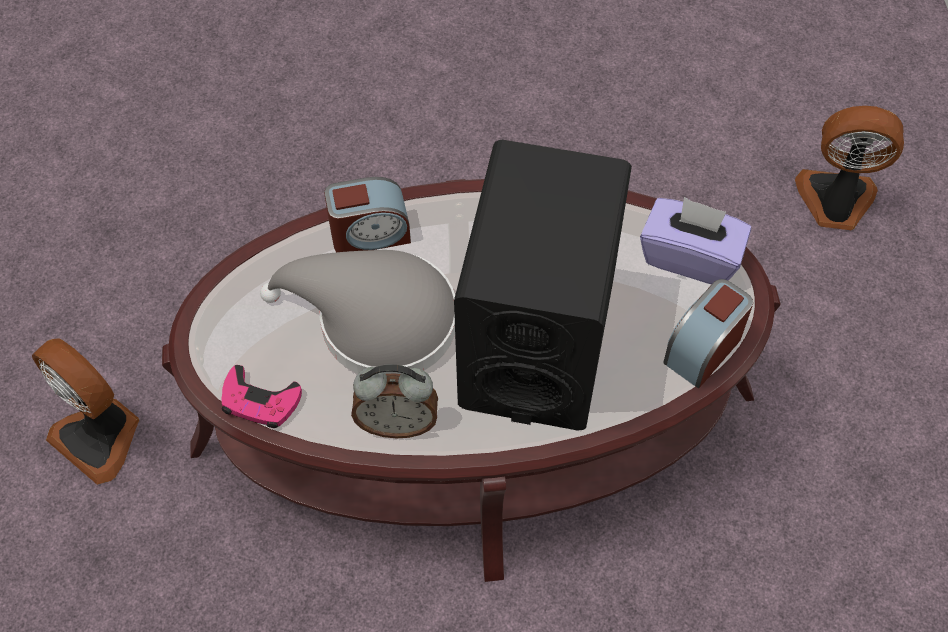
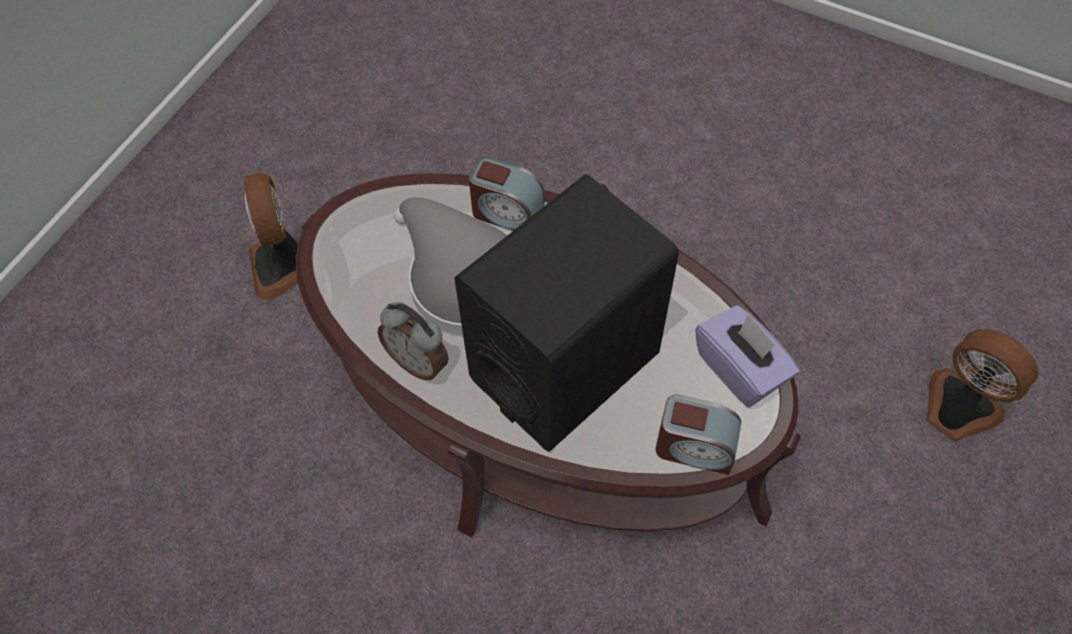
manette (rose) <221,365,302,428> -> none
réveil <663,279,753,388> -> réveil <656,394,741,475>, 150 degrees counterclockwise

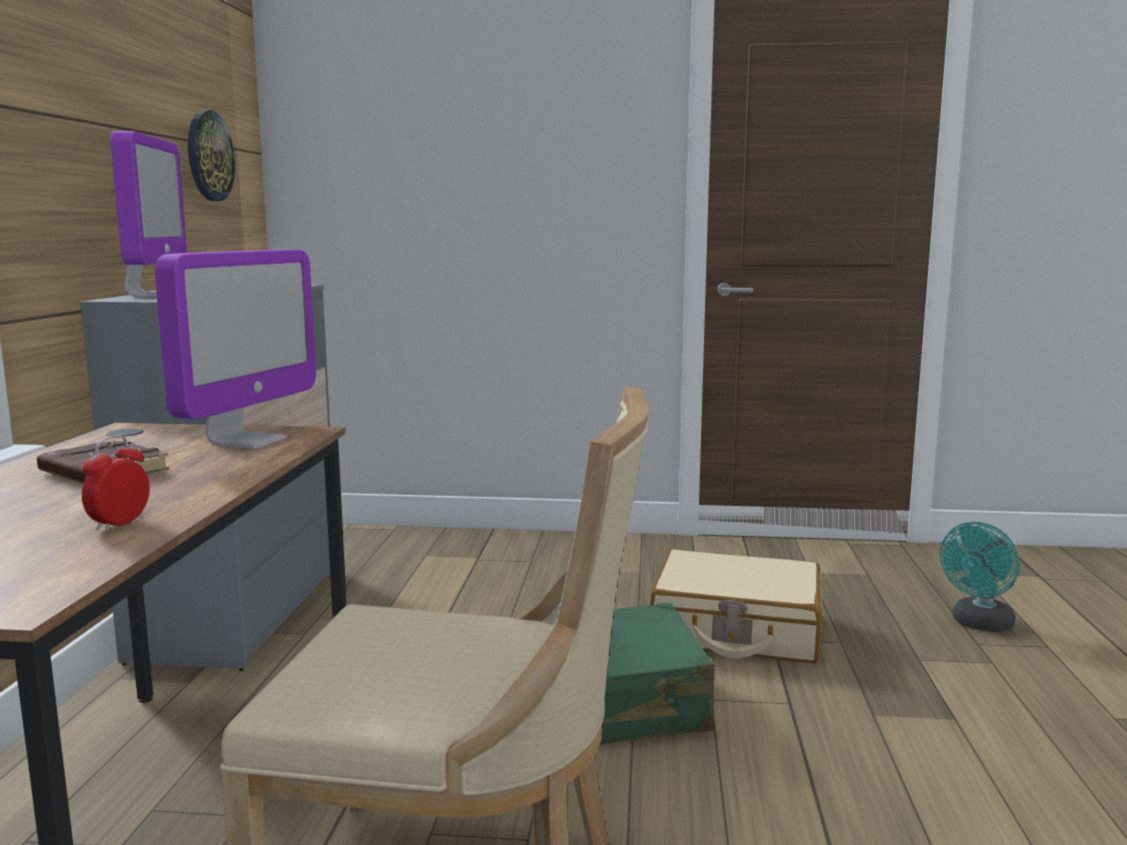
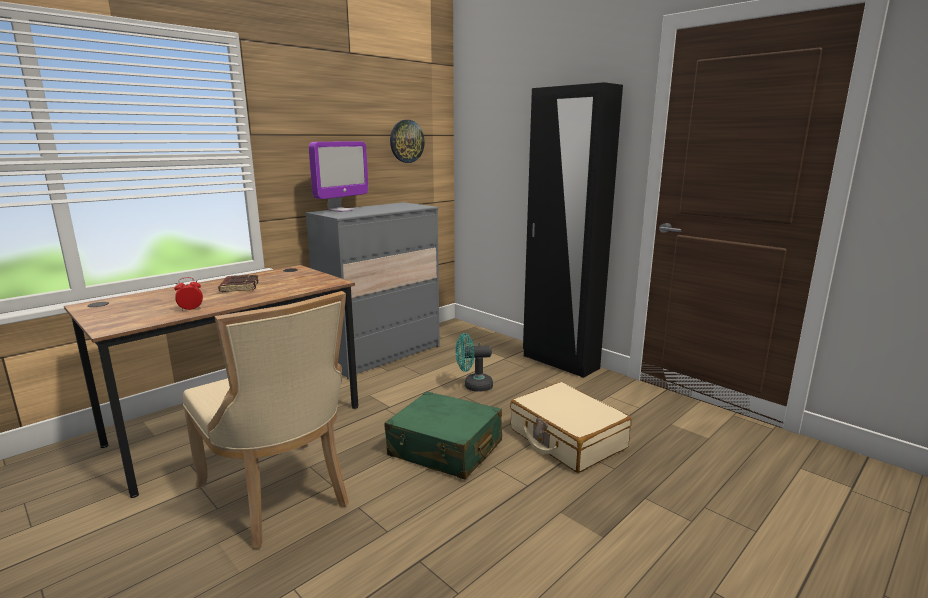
écran d'ordinateur <155,250,316,449> -> none
ventilateur (turquoise) <940,522,1020,632> -> ventilateur (turquoise) <456,333,493,391>, relocated
none -> armoire (noir) <523,82,623,378>

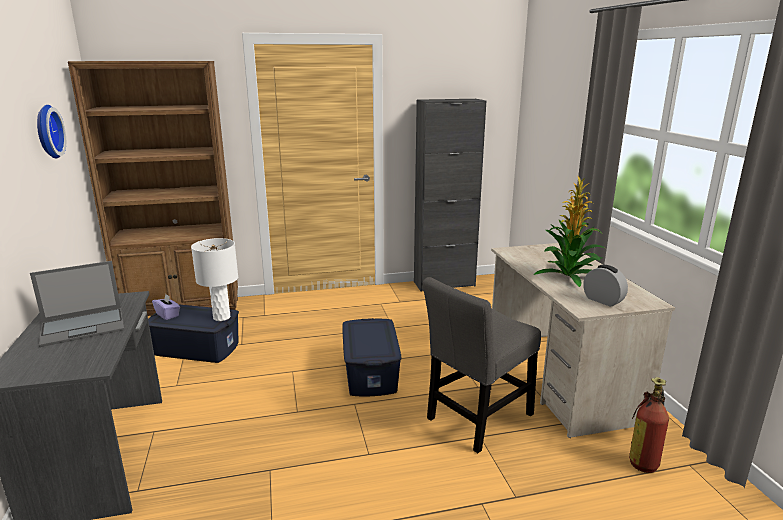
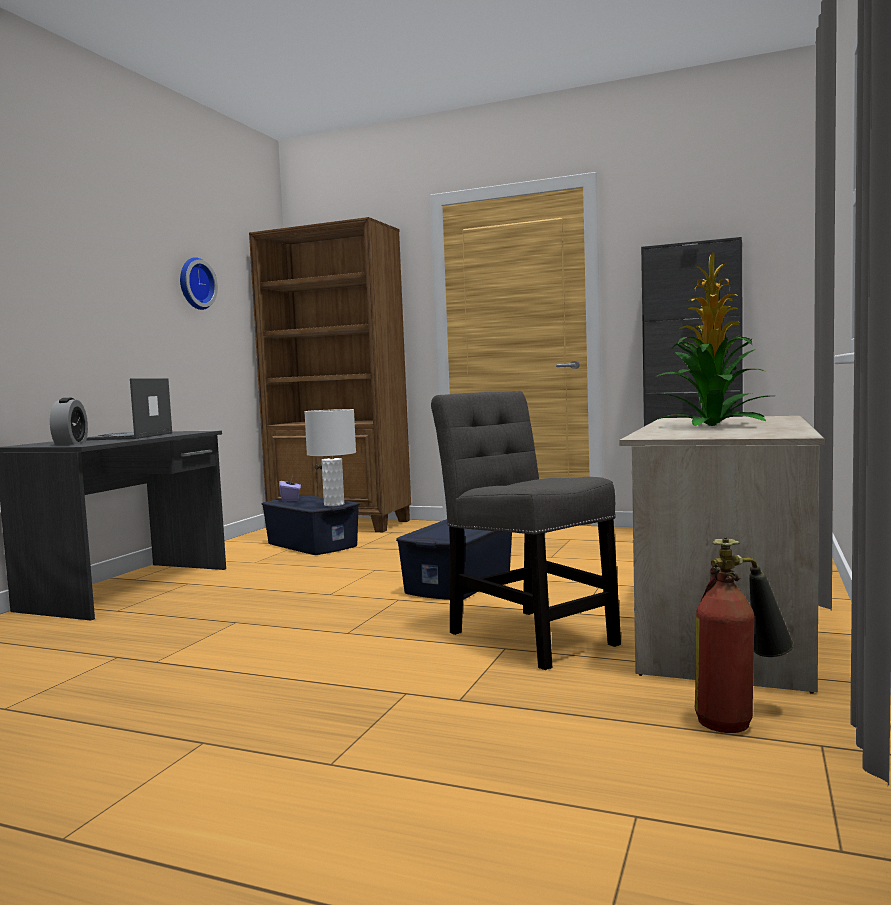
ordinateur portable <30,261,124,347> -> ordinateur portable <86,378,172,441>, 90 degrees clockwise
chaise (gris) <422,277,541,453> -> chaise (gris) <431,391,621,670>, 60 degrees clockwise
réveil <583,265,628,307> -> réveil <50,398,88,445>, relocated

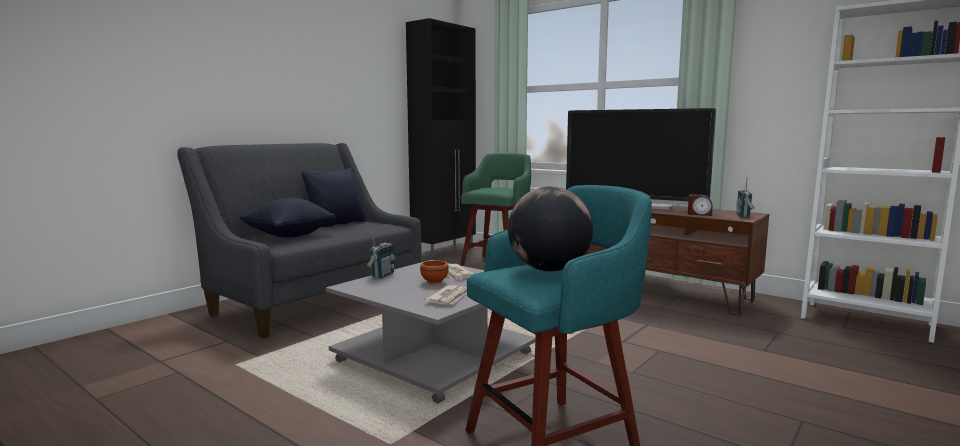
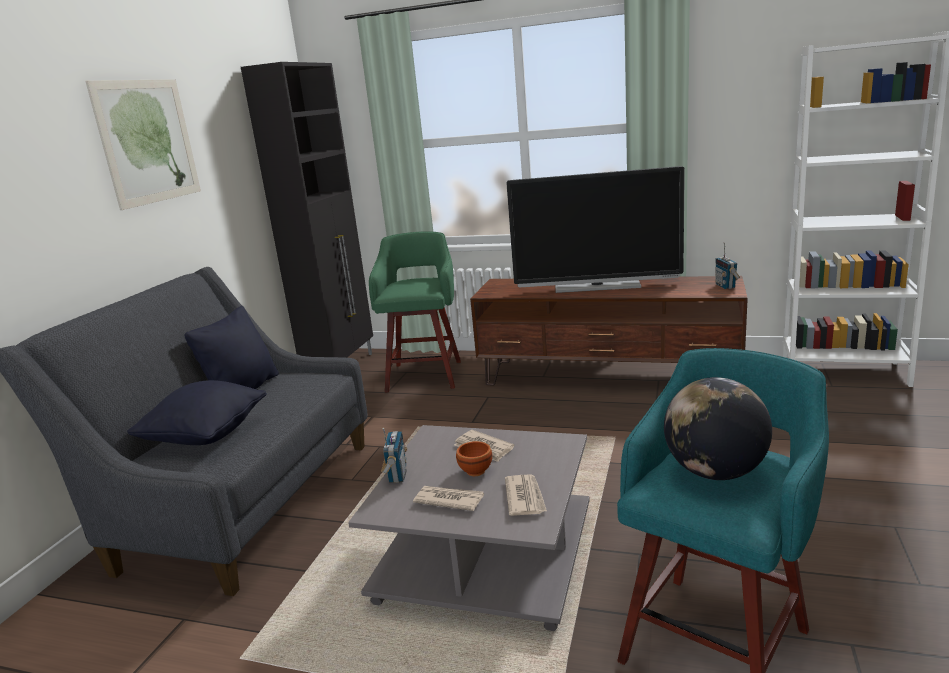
réveil <688,194,713,216> -> none
none -> tableau <85,79,201,210>
none -> journal <413,486,484,511>

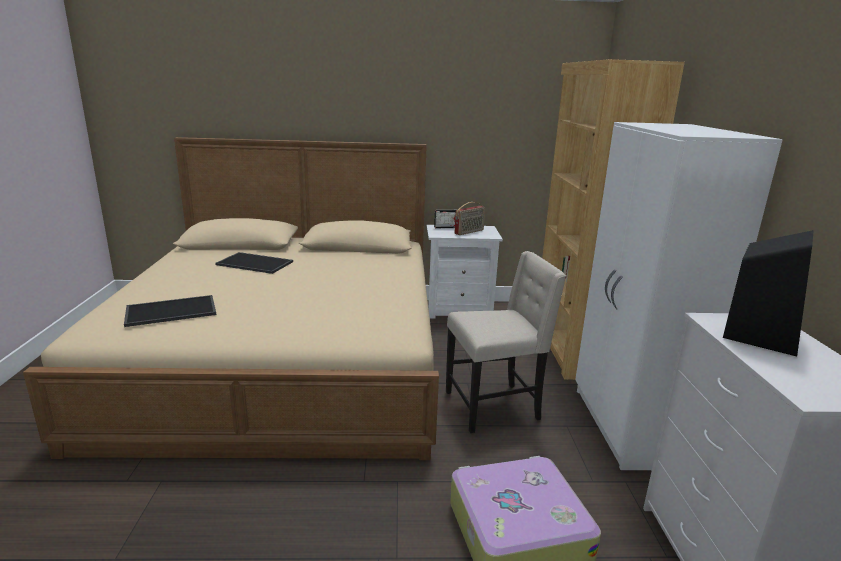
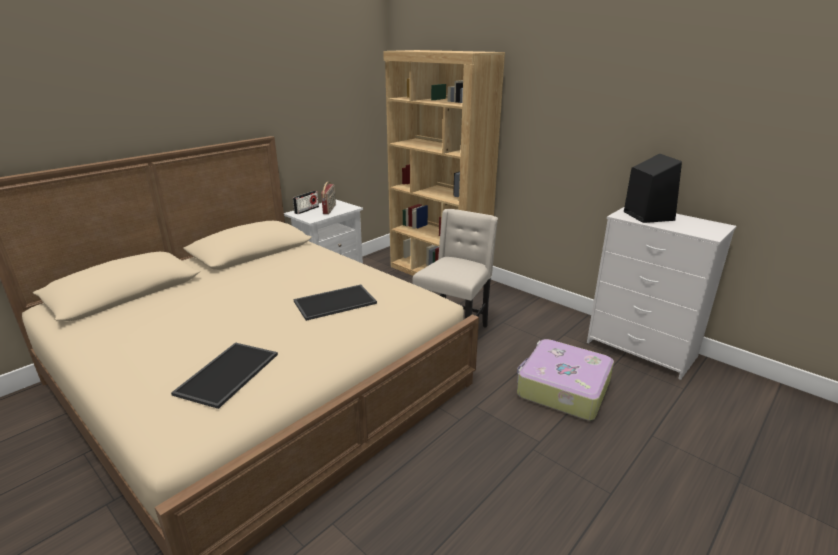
plateau <215,252,293,274> -> plateau <293,285,377,321>, relocated
armoire (blanc) <575,122,783,470> -> none

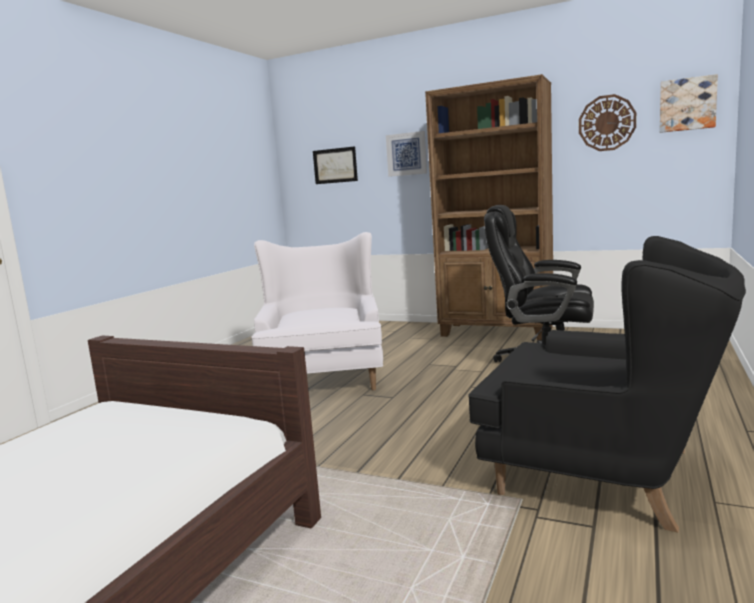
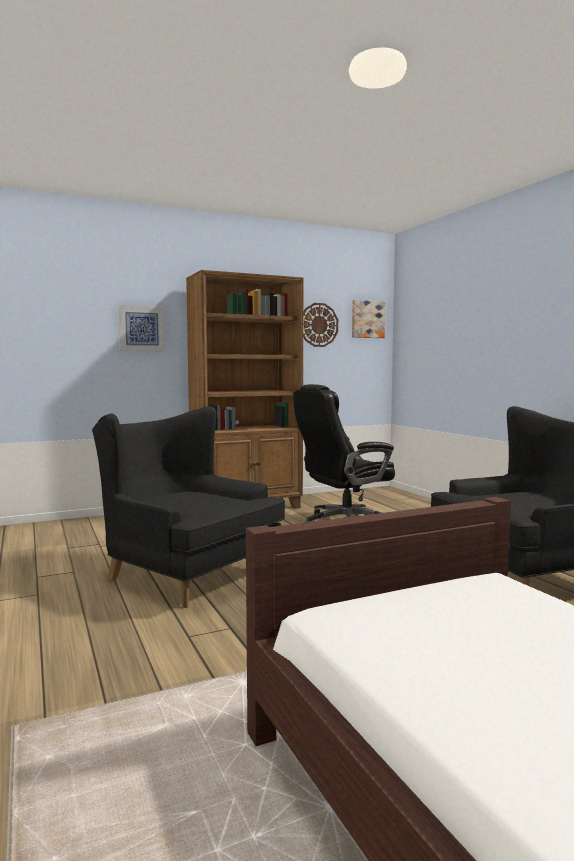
fauteuil (blanc) <251,232,383,390> -> fauteuil (noir) <92,406,285,608>
tableau <313,146,358,184> -> none

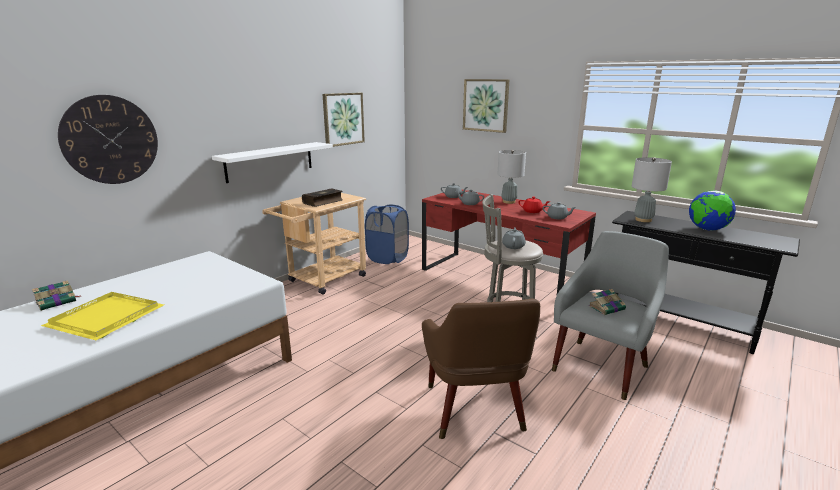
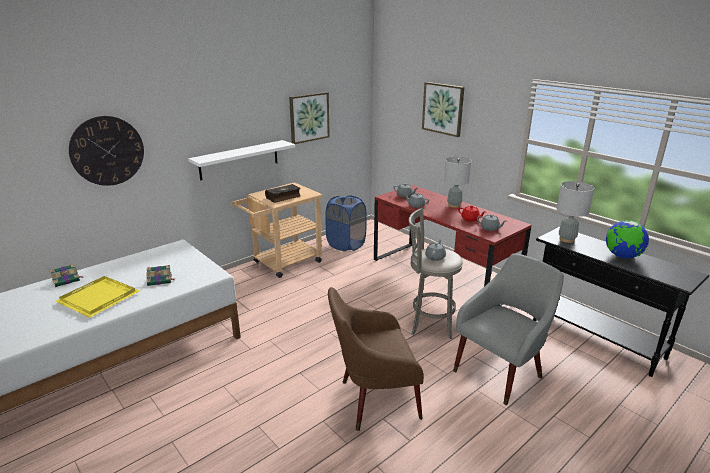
fauteuil (marron) <422,299,540,439> -> fauteuil (marron) <328,287,424,431>, 75 degrees clockwise
livre <588,289,626,315> -> livre <146,265,174,286>, relocated

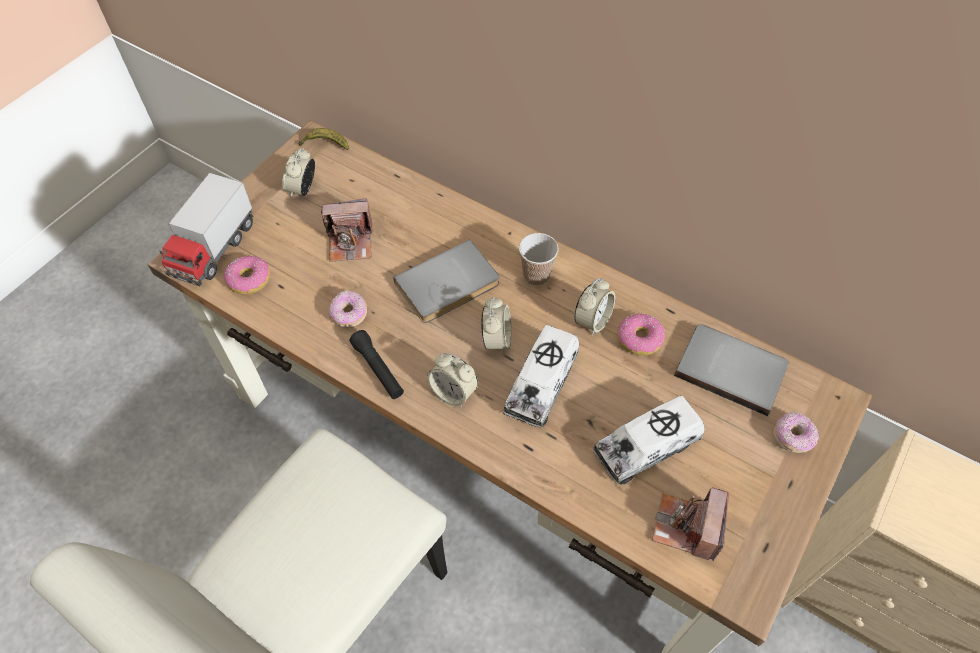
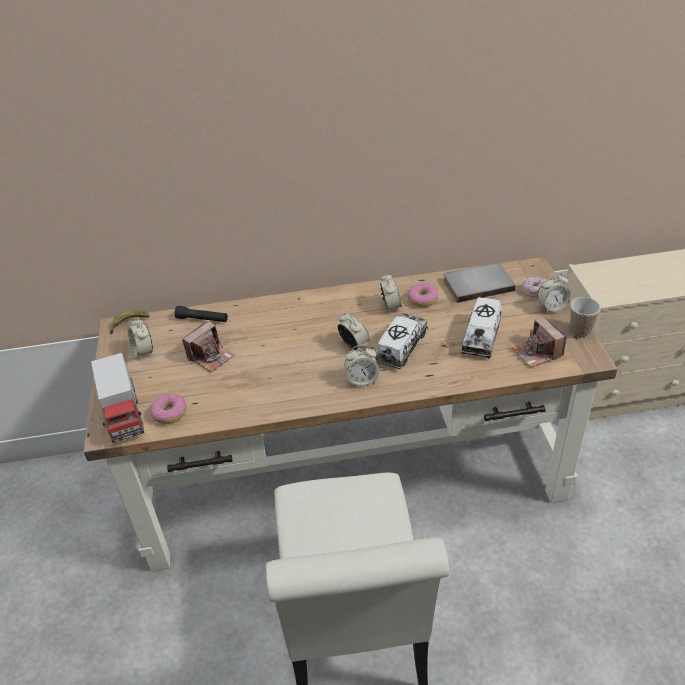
beignet <329,291,367,327> -> none
lampe de poche (noir) <349,330,404,399> -> lampe de poche (noir) <174,306,228,322>, relocated
livre (gris) <393,239,499,323> -> none
camion jouet <503,325,579,427> -> camion jouet <375,313,428,369>, 135 degrees counterclockwise
tasse <519,233,559,286> -> tasse <570,297,601,338>, relocated
none -> réveil <537,272,572,313>

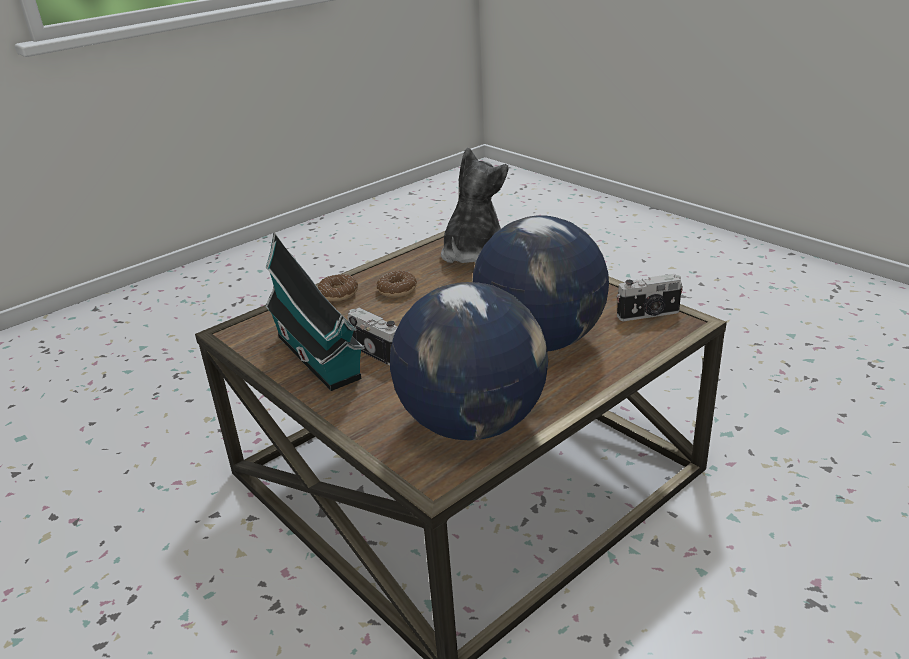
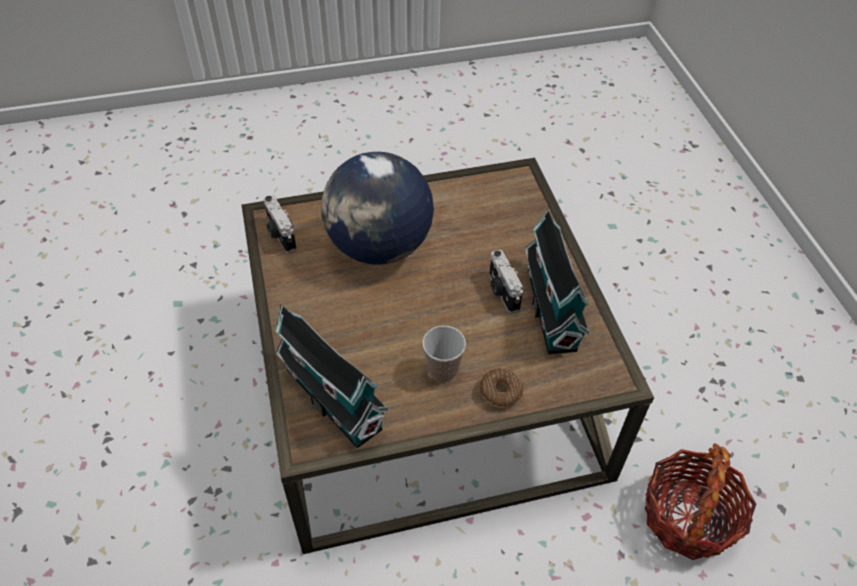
beignet <377,271,417,297> -> tasse <423,326,466,382>
globe <390,282,548,440> -> none
peluche <441,147,508,264> -> maison miniature <275,304,389,448>
appareil photo <616,274,683,321> -> appareil photo <263,195,297,253>, 135 degrees counterclockwise
none -> panier <645,443,756,560>

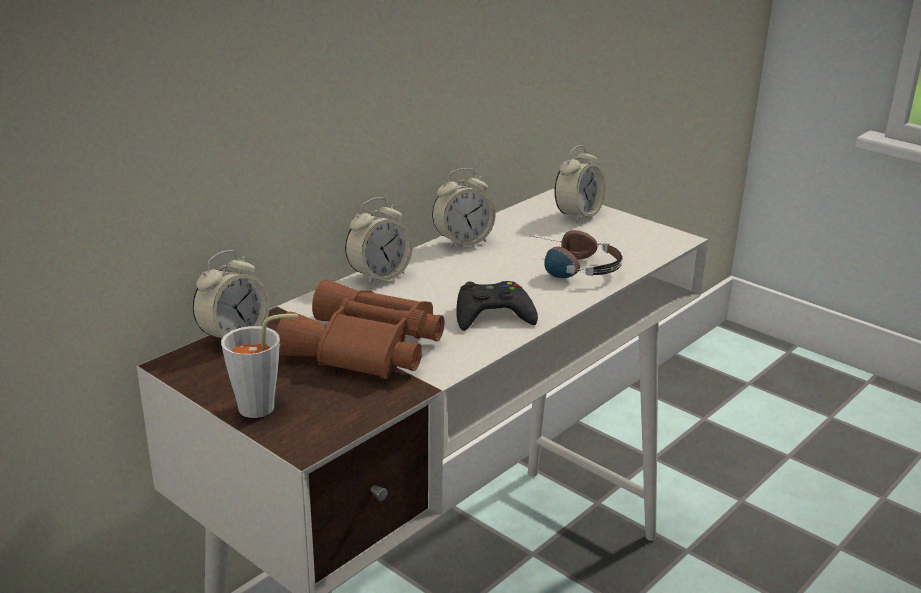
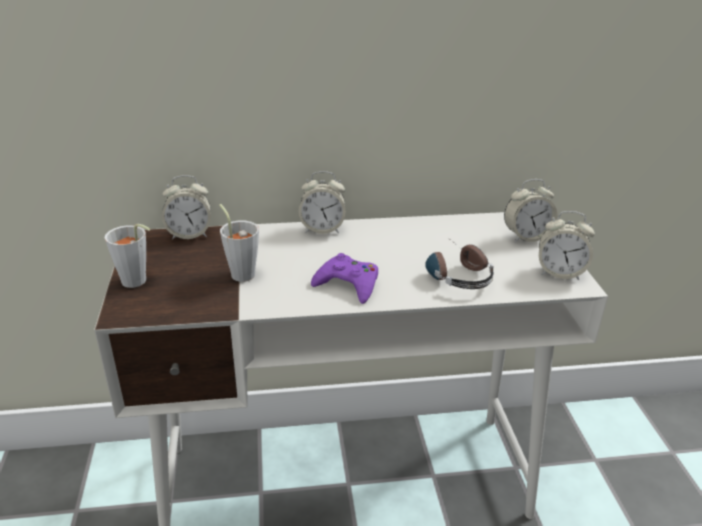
jumelles (marron) <276,279,445,379> -> tasse (gris) <219,204,259,282>
réveil <432,168,495,249> -> réveil <539,211,595,280>, relocated
manette (noir) <457,281,538,331> -> manette (violet) <311,253,378,304>

